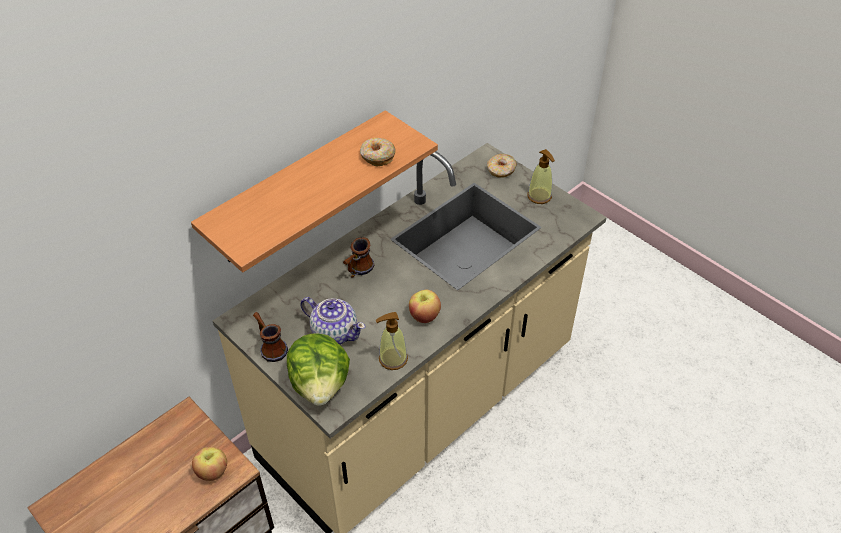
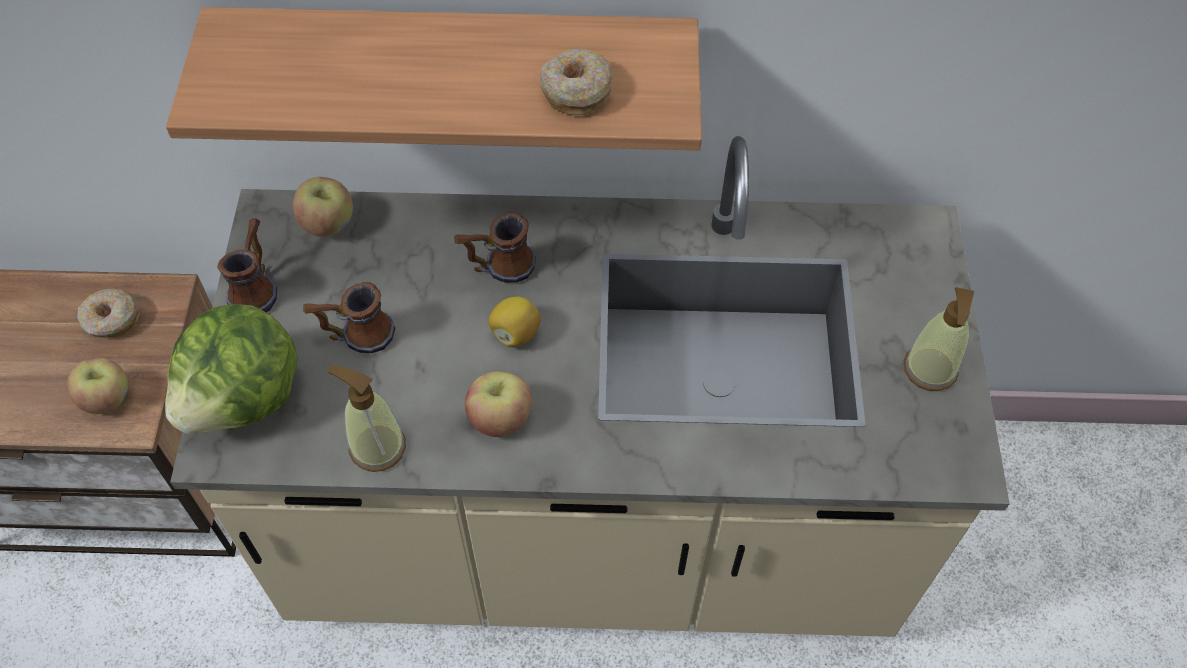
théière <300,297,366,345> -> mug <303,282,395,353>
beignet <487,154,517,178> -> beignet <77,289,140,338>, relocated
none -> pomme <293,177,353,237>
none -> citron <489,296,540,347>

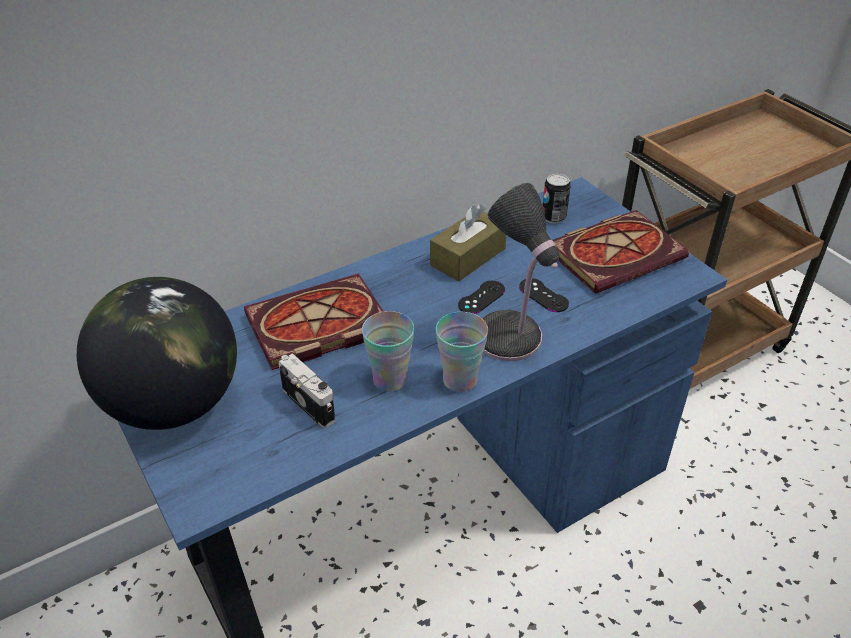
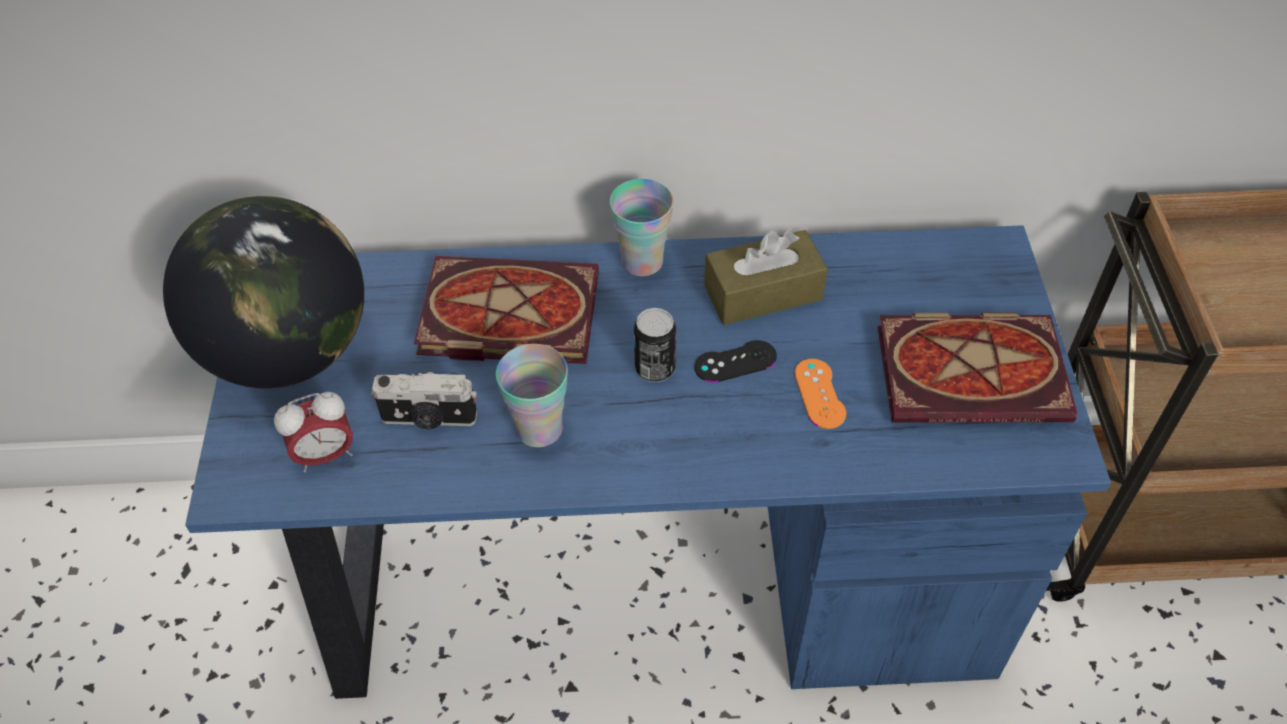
appareil photo <279,353,335,428> -> appareil photo <371,372,477,429>, 105 degrees clockwise
tasse <436,312,488,392> -> tasse <610,179,674,276>, relocated
lampe de table <482,182,559,361> -> none
manette (noir) <519,278,569,312> -> manette (orange) <794,359,846,429>
boîte métallique <543,173,571,223> -> boîte métallique <634,308,676,382>, relocated
none -> réveil <274,392,353,472>

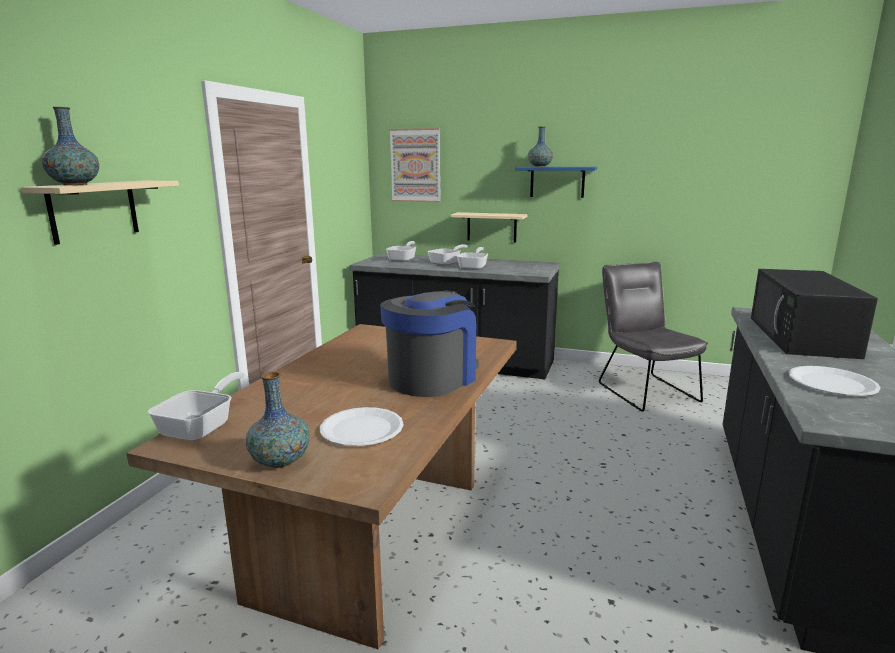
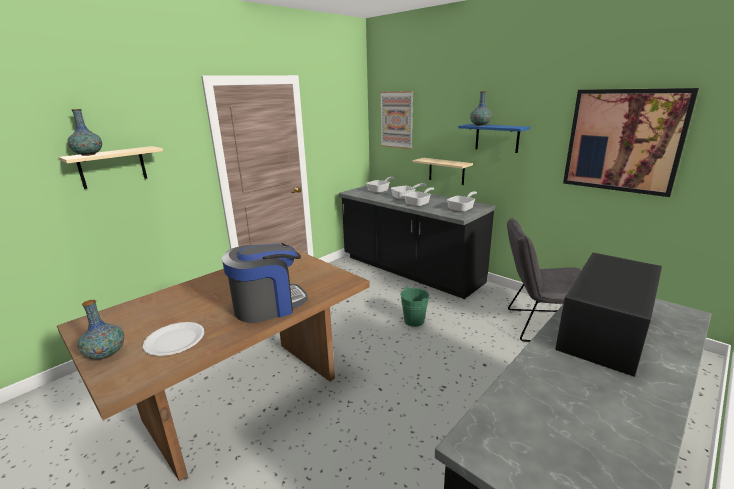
poêle <148,372,245,441> -> poêle <447,191,477,212>, relocated
chaise (gris) <599,262,708,412> -> chaise (gris) <507,217,581,342>, 90 degrees counterclockwise
assiette (blanc) <789,366,881,396> -> none
none -> seau (vert) <400,286,434,327>
none -> tableau <563,88,699,197>

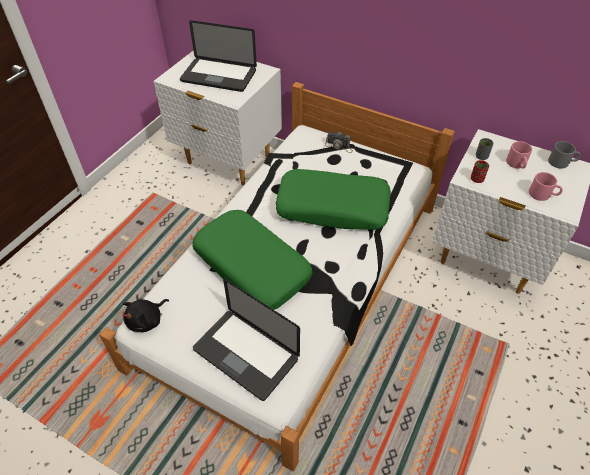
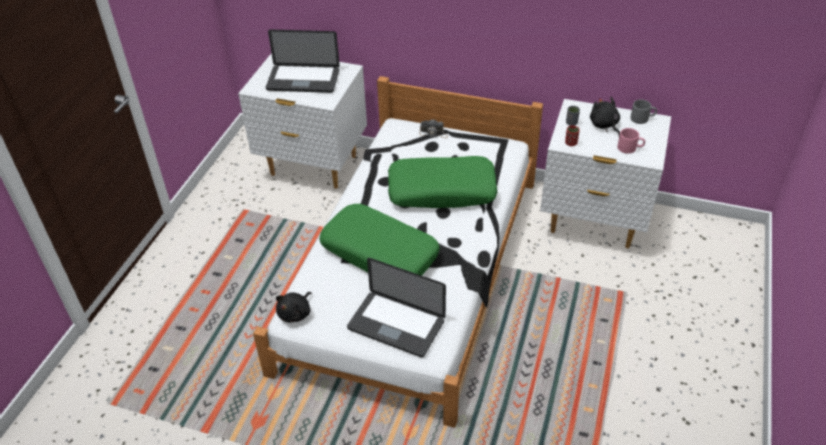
mug (rose) <506,141,532,169> -> peluche (noir) <590,97,620,136>

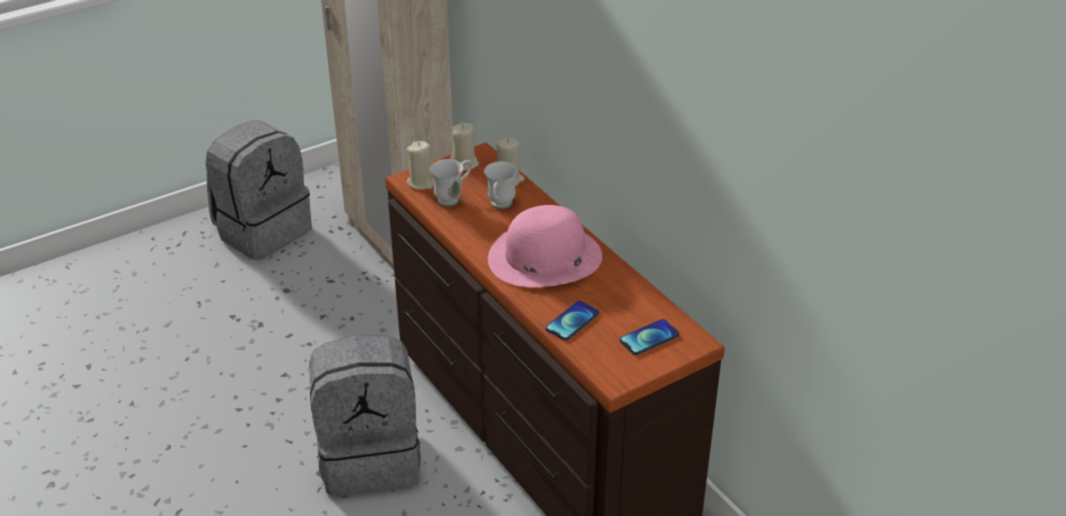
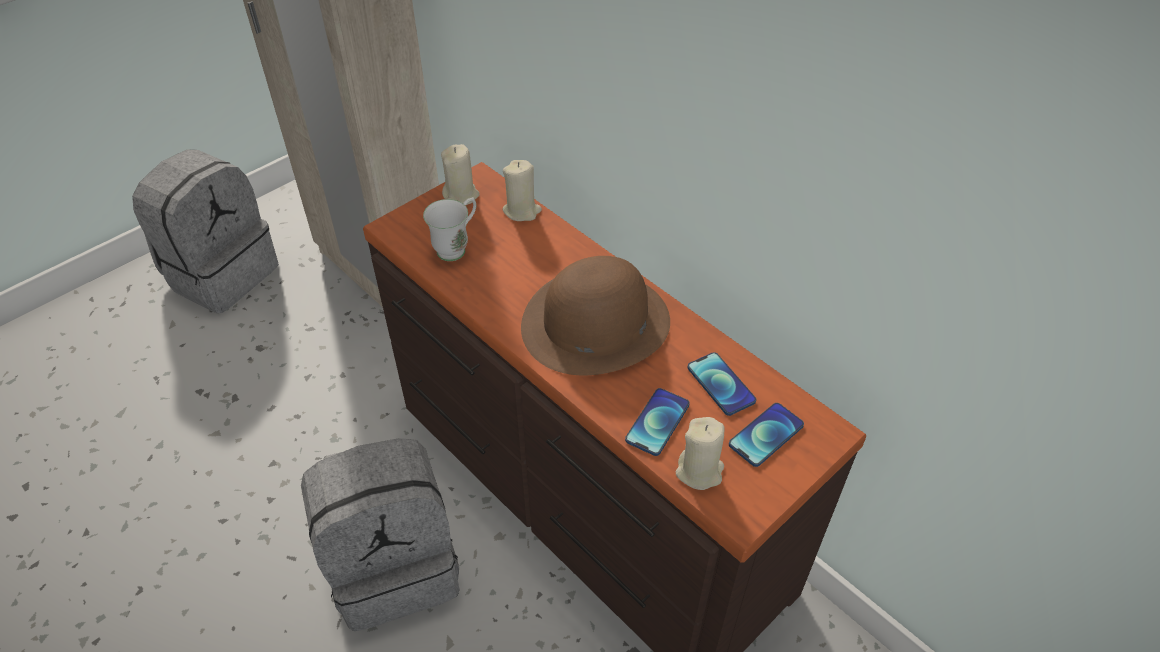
bougie (beige) <406,141,434,190> -> bougie (beige) <676,417,724,490>, relocated
mug (blanc) <484,161,518,209> -> none
chapeau (rose) <488,205,602,287> -> chapeau (marron) <521,256,670,375>
none -> téléphone <687,352,756,416>

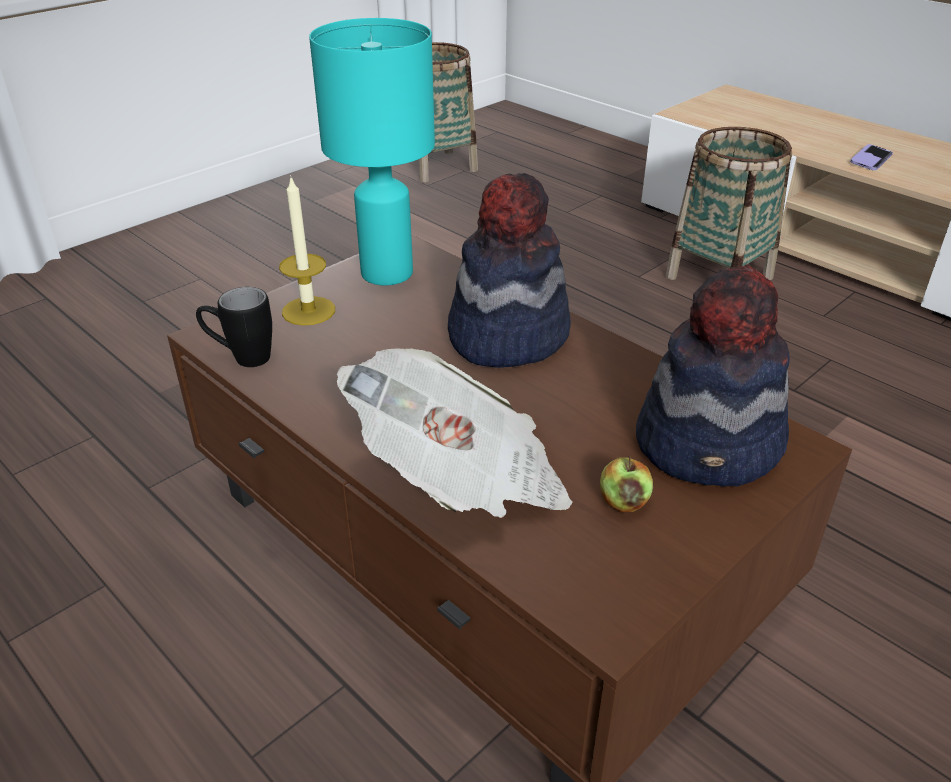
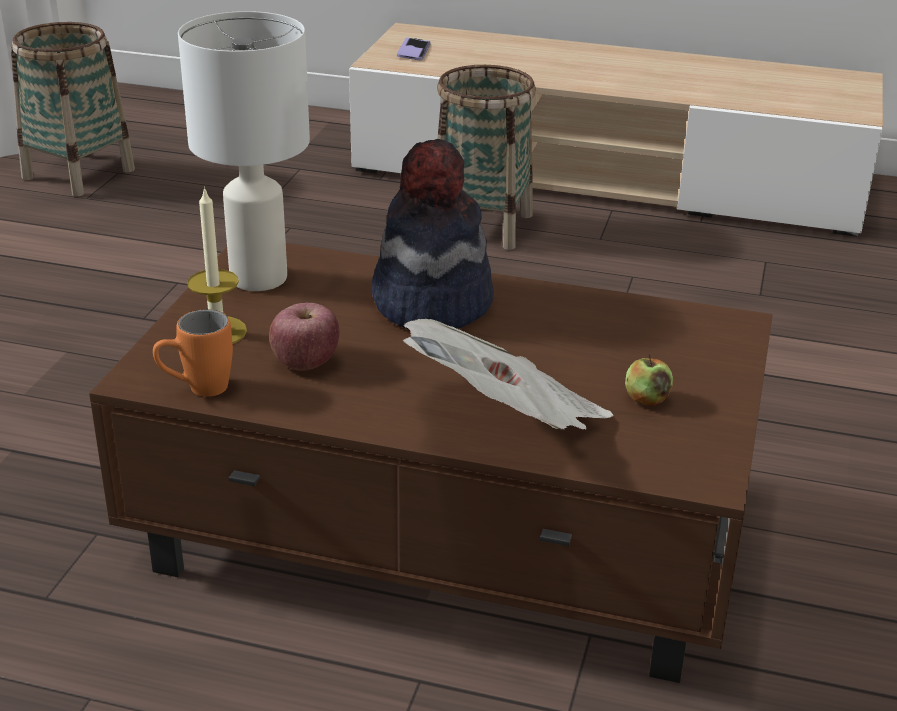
mug (noir) <196,287,272,367> -> mug (orange) <153,309,233,397>
lampe de table (turquoise) <309,18,435,285> -> lampe de table (blanc) <178,11,310,291>
chapeau <636,265,790,487> -> none
téléphone <850,144,893,170> -> téléphone <397,38,431,60>, relocated
none -> pomme <269,303,339,371>

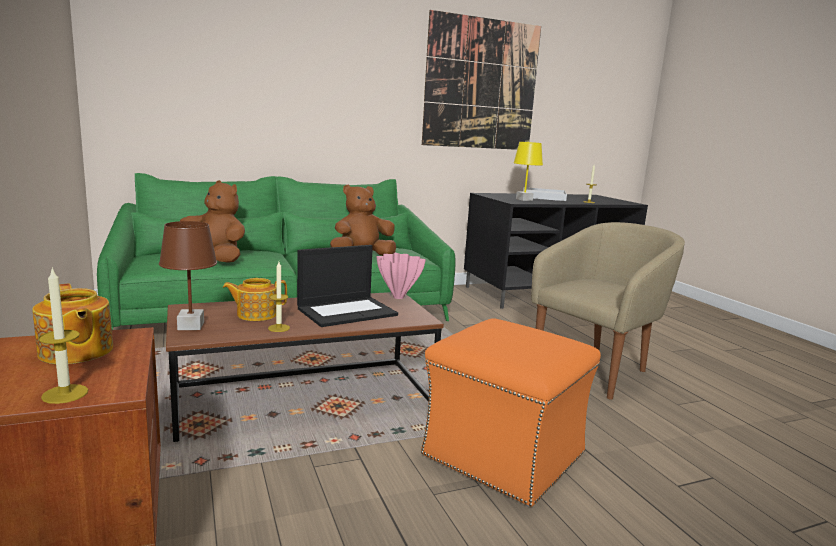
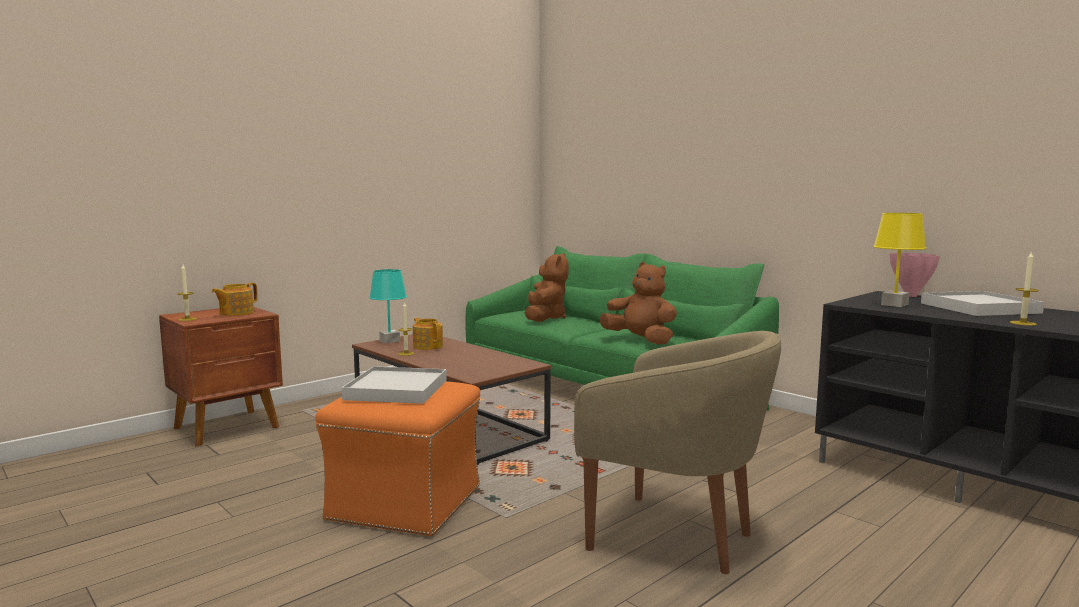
lampe de table (marron) <159,221,217,330> -> lampe de table (turquoise) <369,269,407,344>
ordinateur portable <297,245,398,327> -> none
vase (rose) <376,253,426,299> -> vase (rose) <889,253,940,297>, relocated
tableau <422,10,541,150> -> none
none -> plateau (blanc) <342,366,447,404>

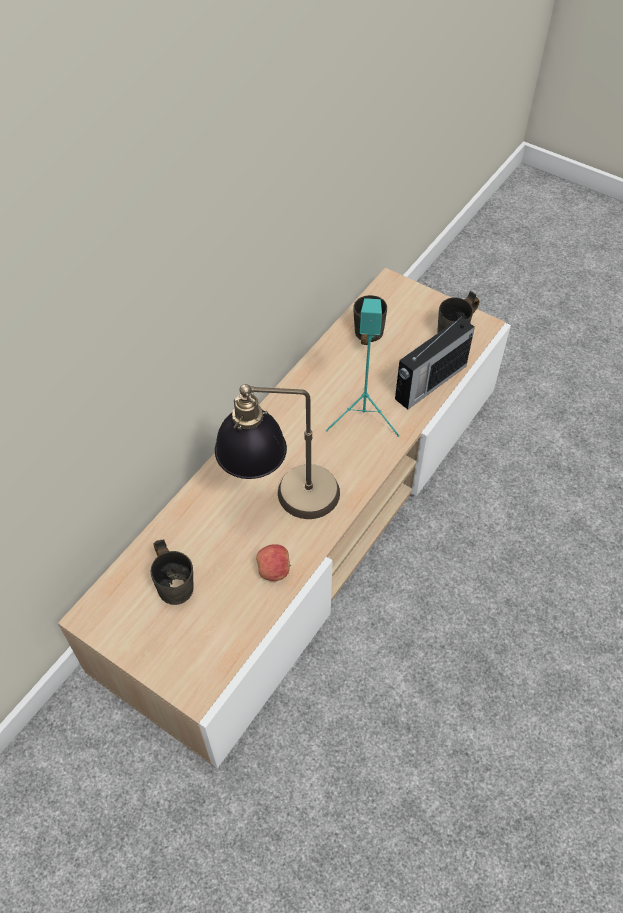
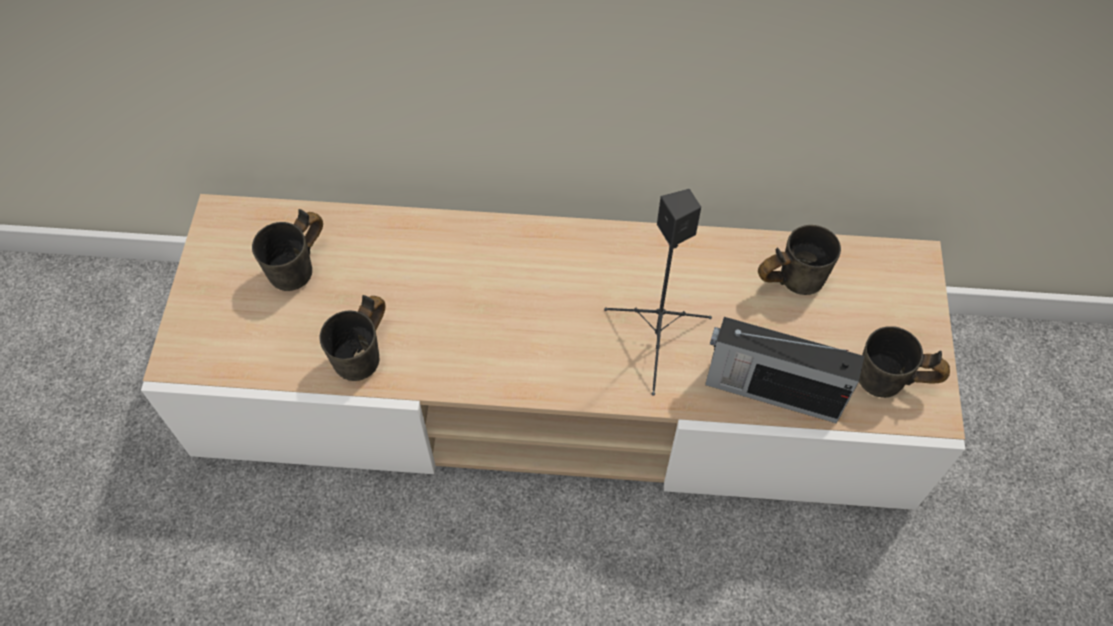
lampe de table <215,384,340,519> -> none
pomme <256,544,292,581> -> mug (gris) <319,295,386,381>
enceinte (turquoise) <326,298,400,437> -> enceinte (noir) <604,189,712,396>

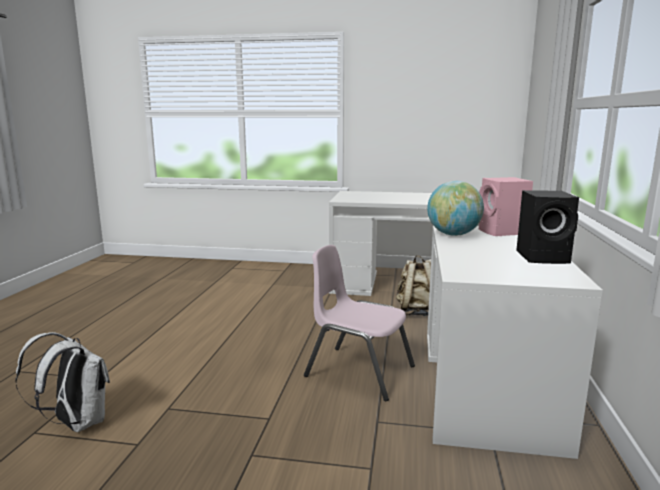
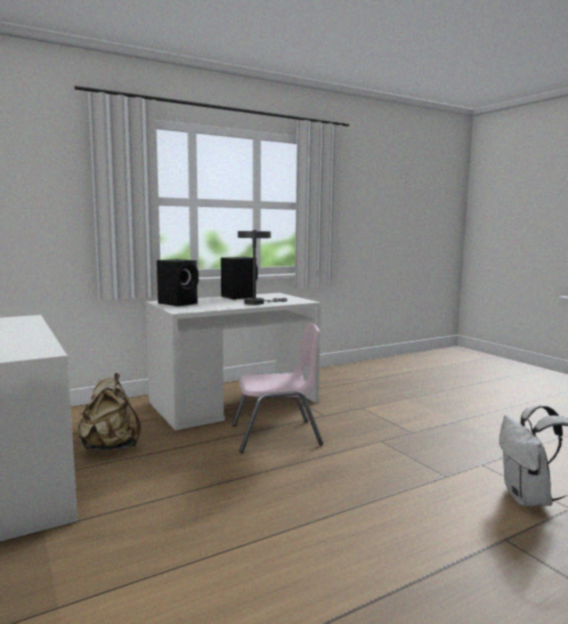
chaise (rose) <304,245,415,401> -> chaise (rose) <232,323,323,453>, 90 degrees counterclockwise
globe <427,181,484,236> -> none
enceinte (rose) <479,177,533,236> -> enceinte (noir) <157,259,199,306>
none -> lampe de table (gris) <238,230,287,305>

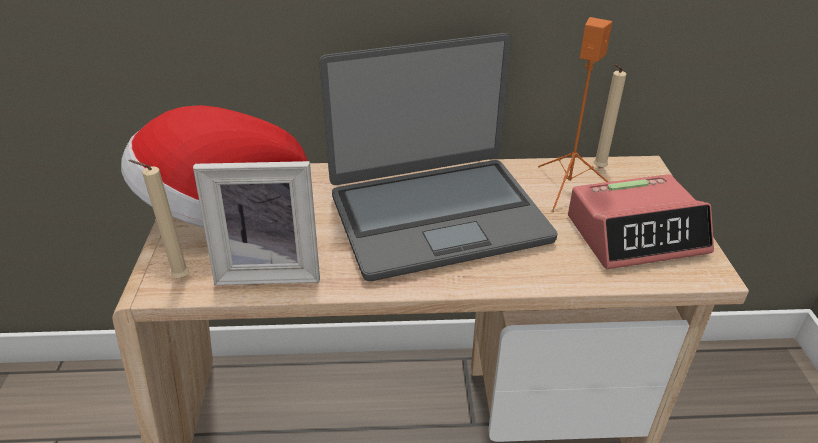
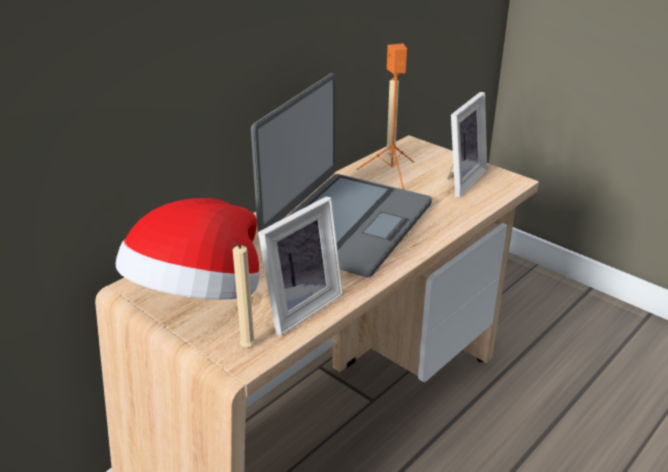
réveil <568,174,714,269> -> cadre photo <447,92,487,197>

